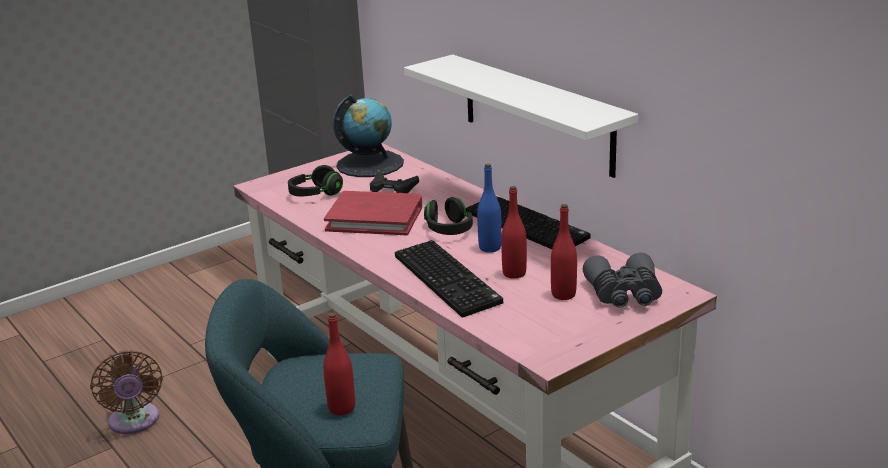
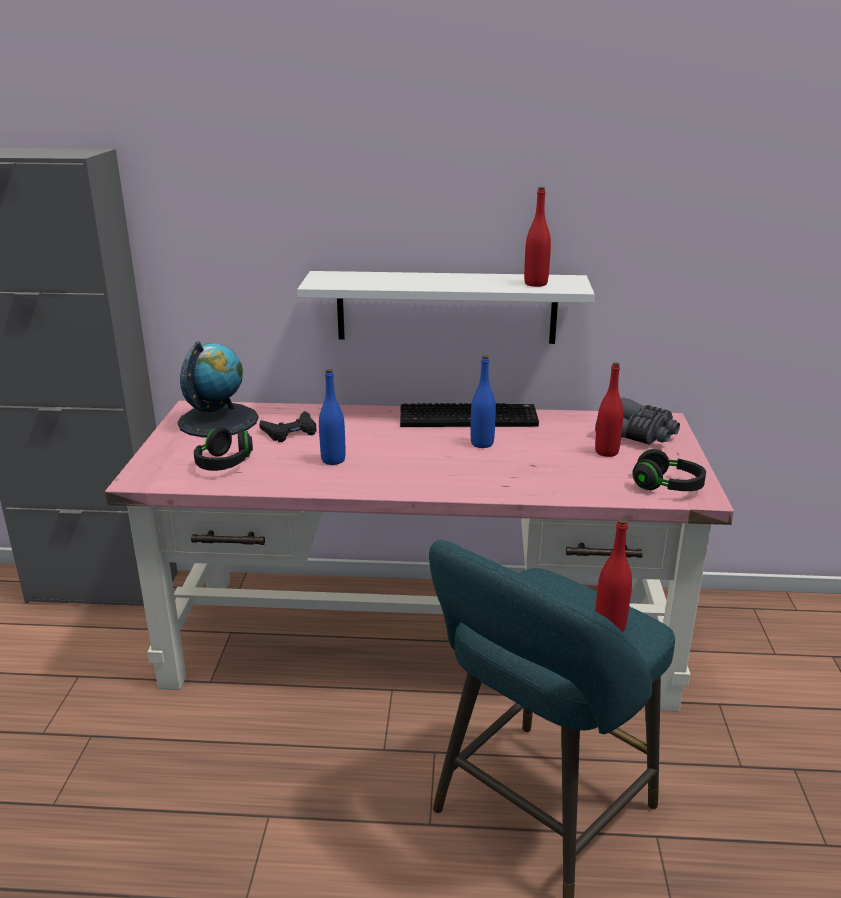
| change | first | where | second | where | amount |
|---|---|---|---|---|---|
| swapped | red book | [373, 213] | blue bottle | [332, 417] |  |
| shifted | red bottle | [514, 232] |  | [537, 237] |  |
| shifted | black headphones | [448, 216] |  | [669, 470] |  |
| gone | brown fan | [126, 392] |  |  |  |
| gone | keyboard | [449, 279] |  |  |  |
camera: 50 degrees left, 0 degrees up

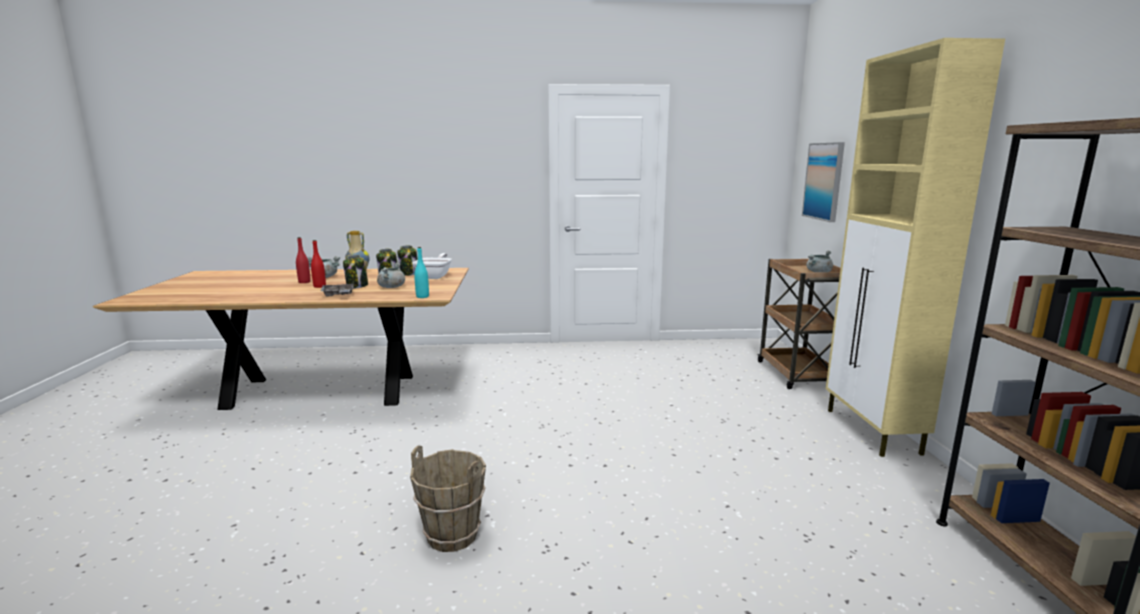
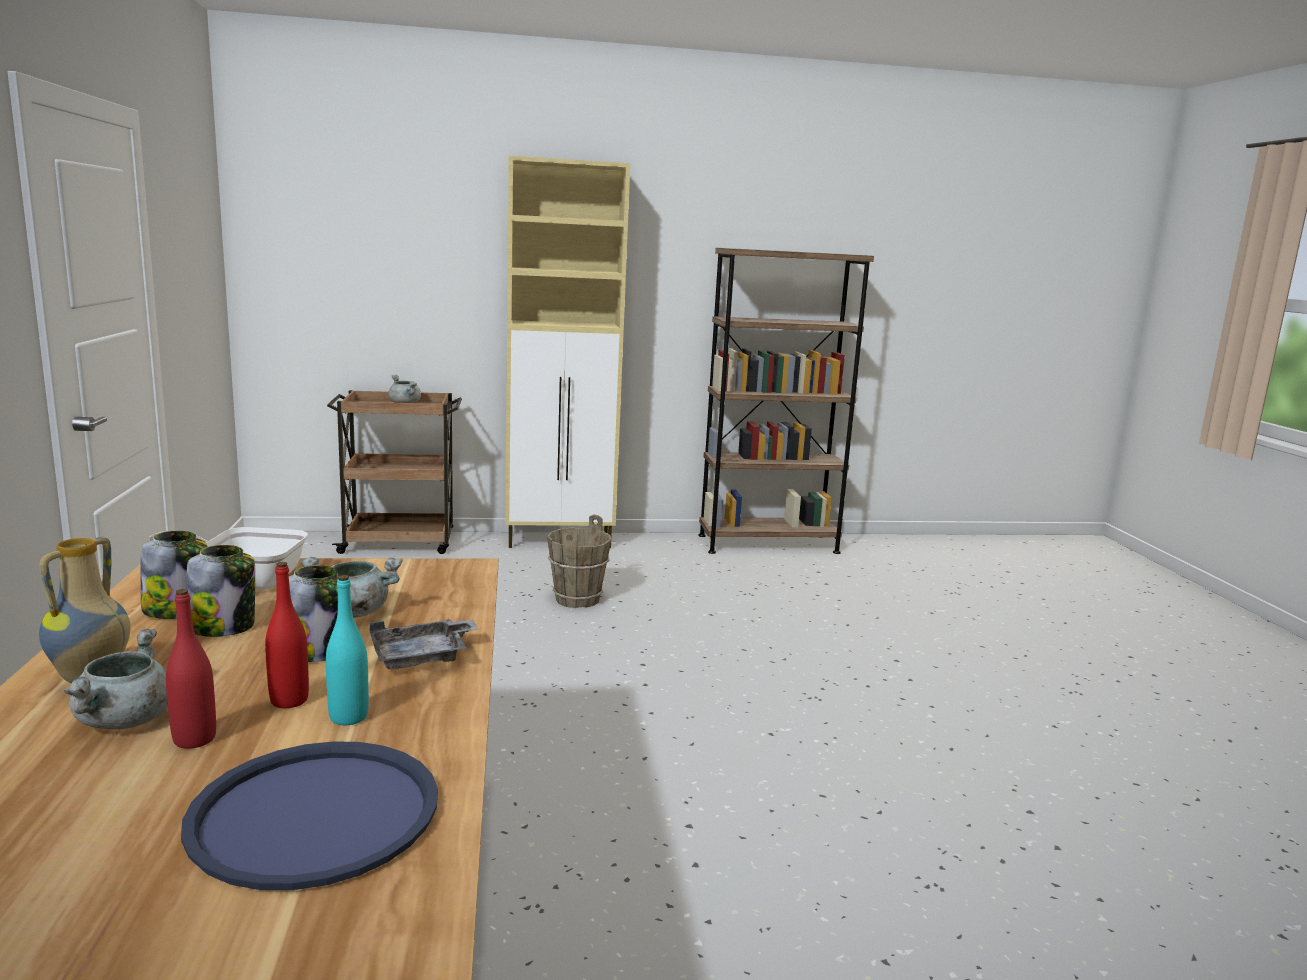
| change | first | where | second | where | amount |
|---|---|---|---|---|---|
| new |  |  | blue tray | [309, 815] |  |
| shifted | turquoise bottle | [421, 272] |  | [347, 650] |  |
| shifted | brown bucket | [448, 499] |  | [579, 561] |  |
| gone | picture | [823, 182] |  |  |  |
camera: 95 degrees left, 0 degrees up

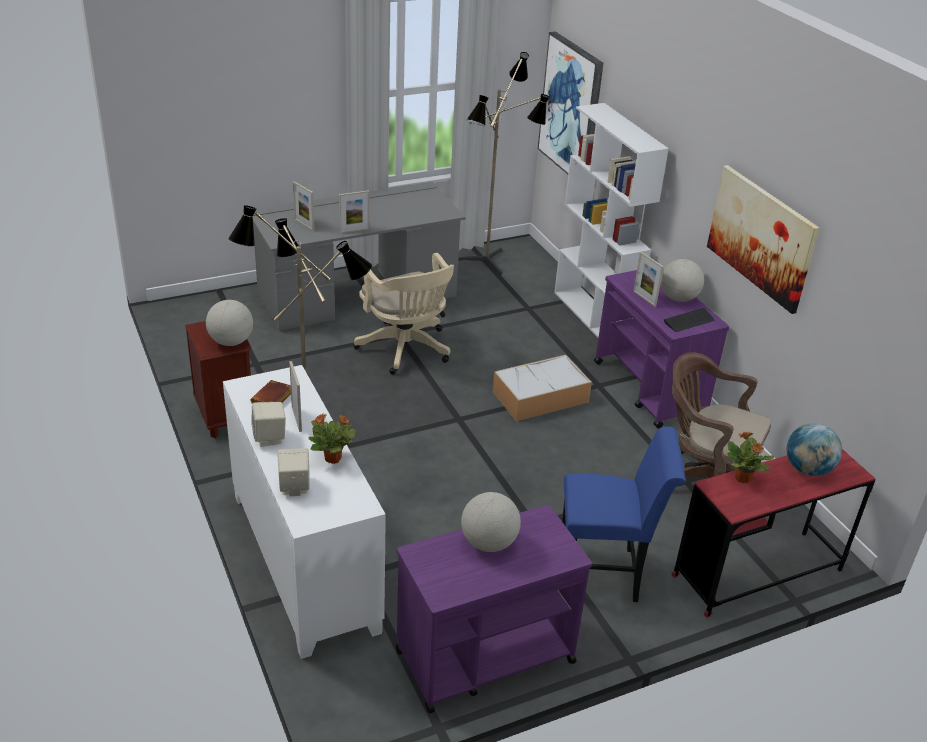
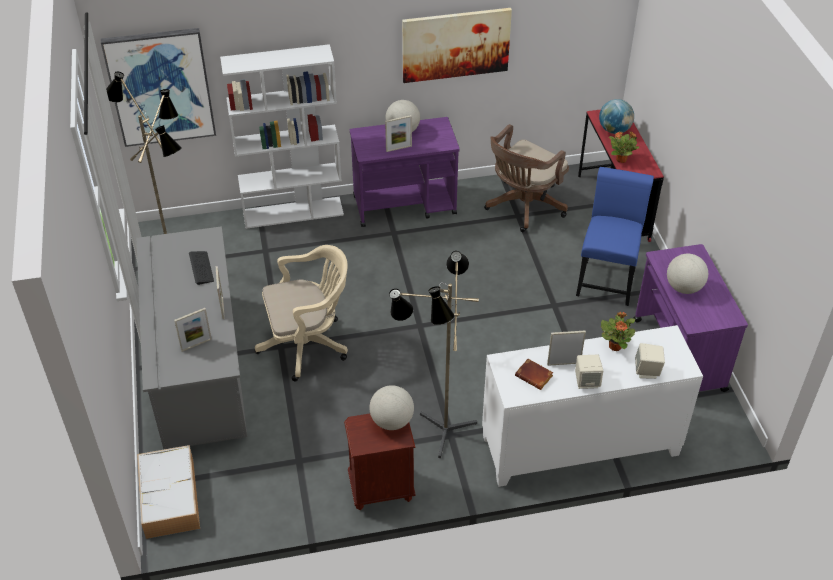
| change | first | where | second | where | amount |
|---|---|---|---|---|---|
| shifted | storage box | [542, 388] |  | [168, 492] |  |
| shifted | keyboard | [689, 320] |  | [201, 268] |  |
camera: 75 degrees left, 10 degrees up

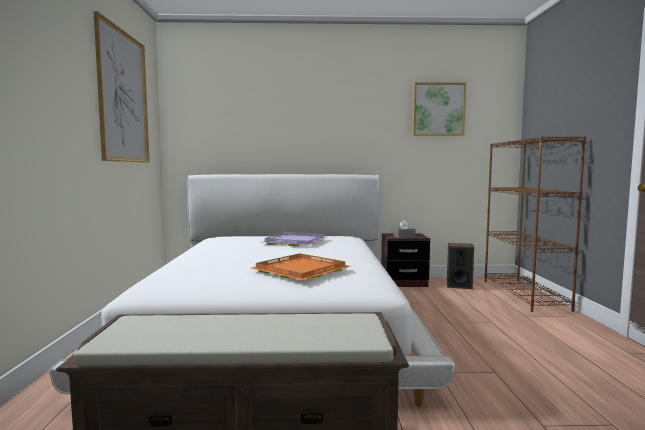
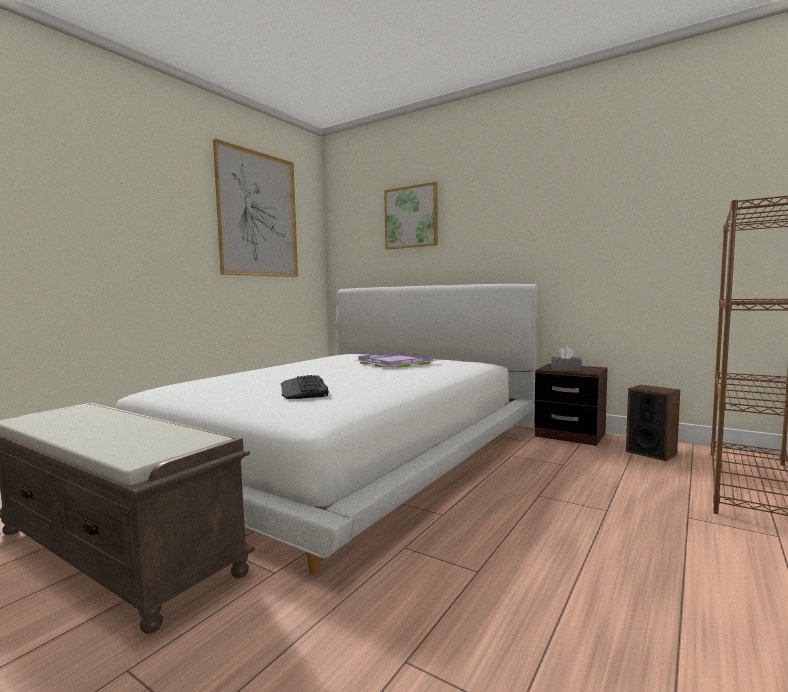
| change | first | where | second | where | amount |
|---|---|---|---|---|---|
| swapped | orange tray | [300, 266] | keyboard | [305, 387] |  |
| shifted | picture | [439, 109] |  | [411, 215] |  |
camera: 35 degrees right, 0 degrees up

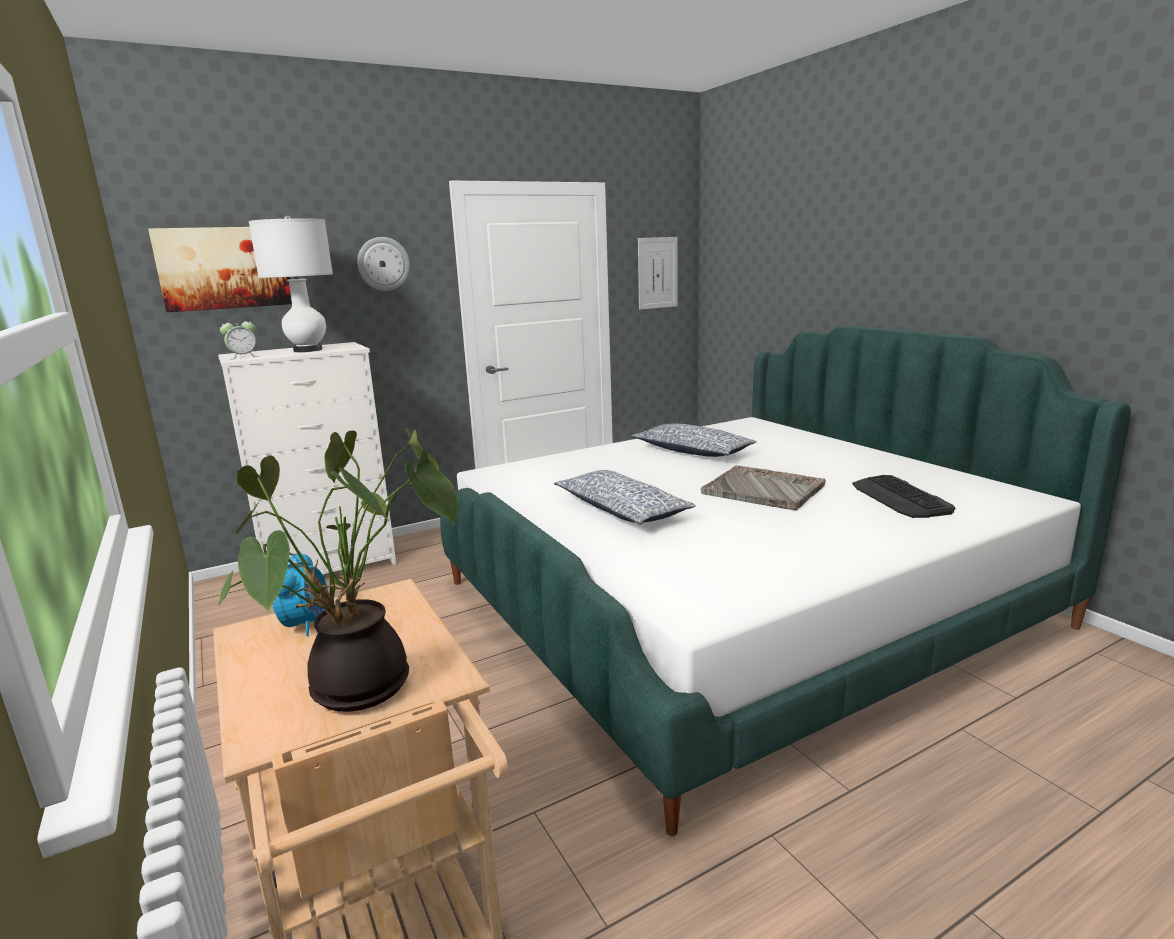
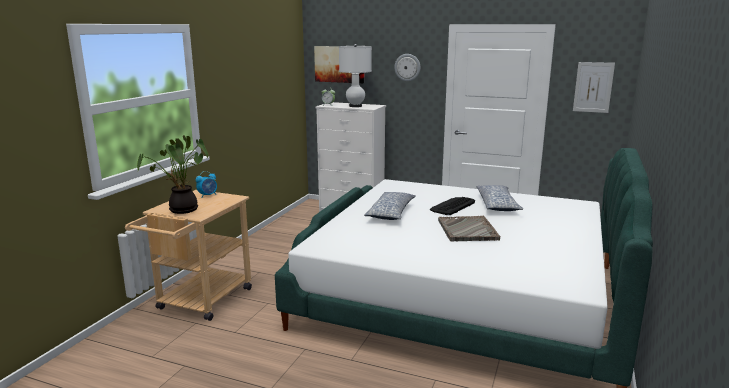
| change | first | where | second | where | amount |
|---|---|---|---|---|---|
| shifted | keyboard | [904, 496] |  | [452, 206] |  |
camera: 50 degrees right, 0 degrees up

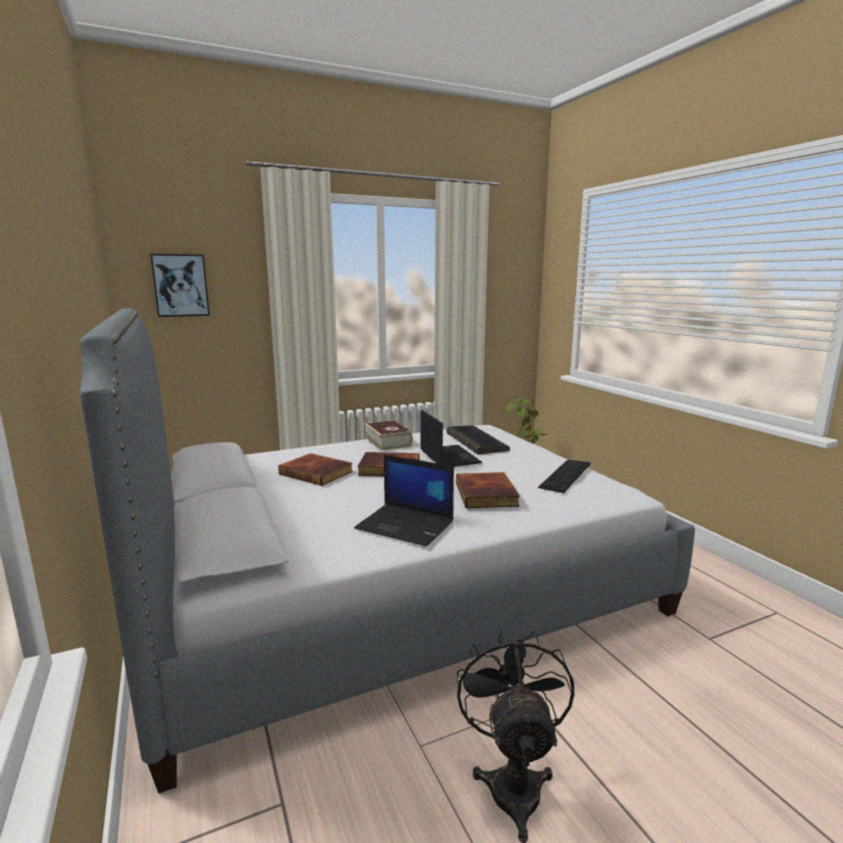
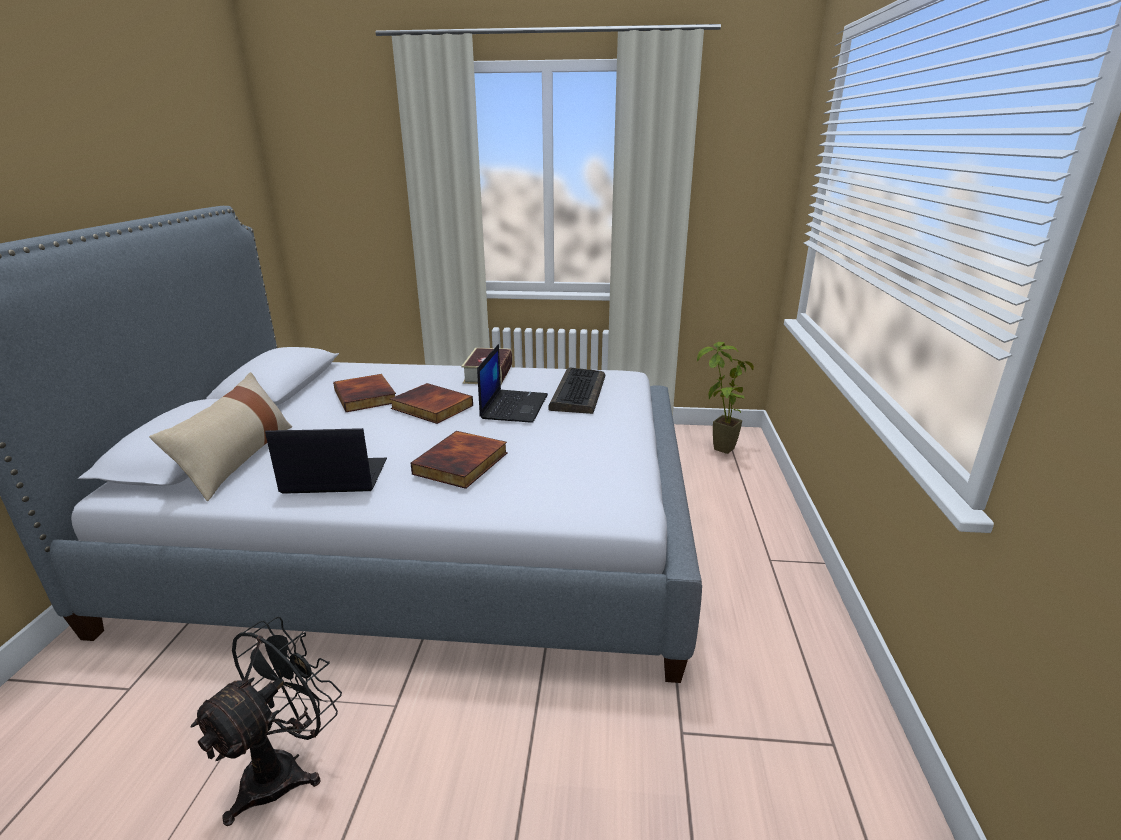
| change | first | where | second | where | amount |
|---|---|---|---|---|---|
| new |  |  | beige pillow | [220, 436] |  |
| rotated | laptop | [404, 500] |  | [326, 461] | 120 degrees clockwise |
| gone | picture | [180, 285] |  |  |  |
| gone | keyboard | [564, 476] |  |  |  |
camera: 30 degrees right, 10 degrees up

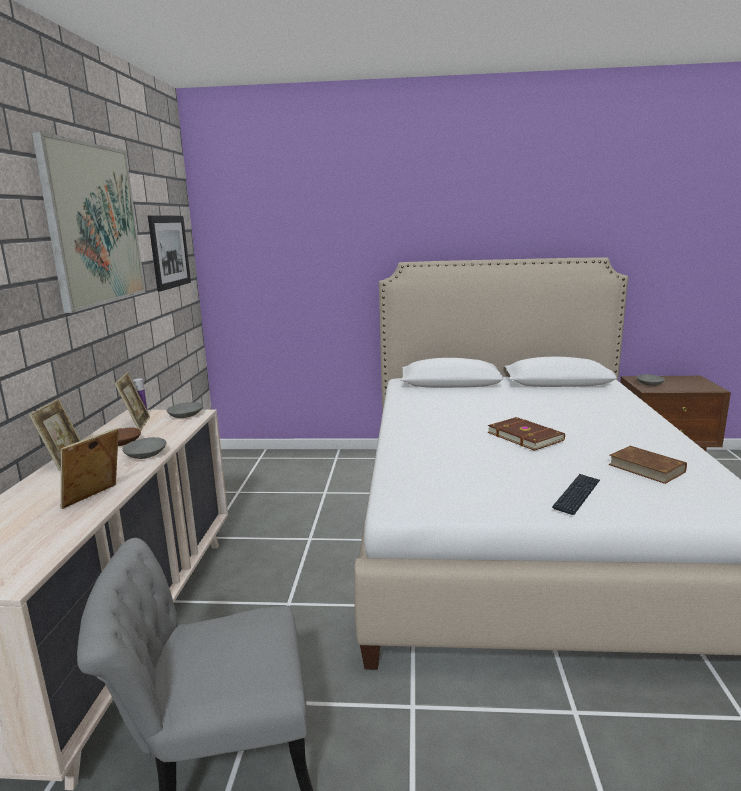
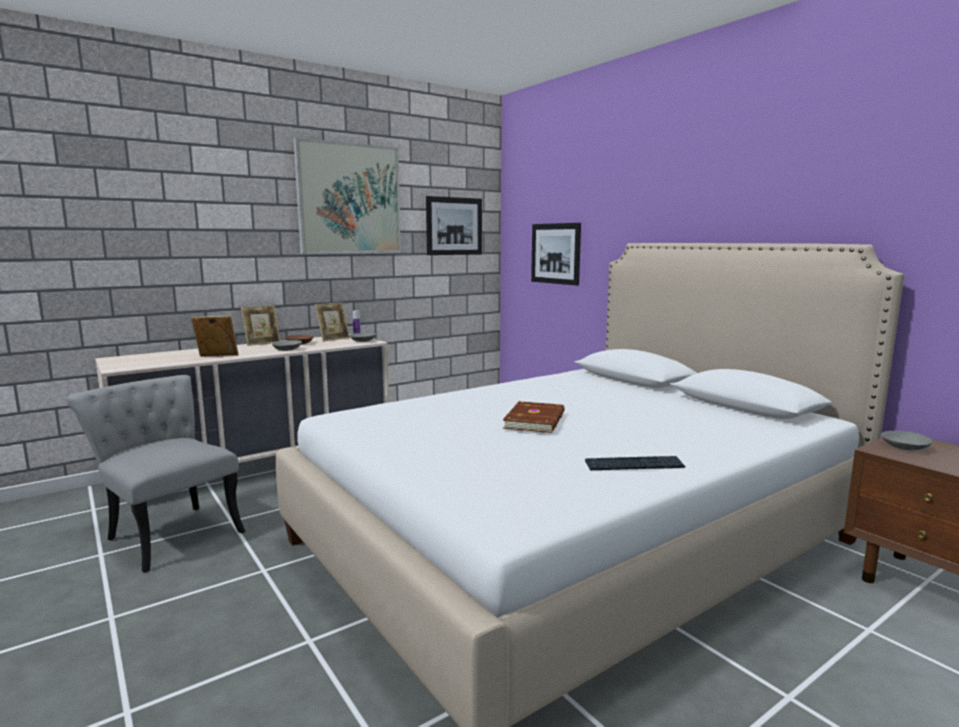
| change | first | where | second | where | amount |
|---|---|---|---|---|---|
| new |  |  | picture | [556, 254] |  |
| shifted | keyboard | [576, 494] |  | [635, 463] |  |
| gone | brown book | [648, 465] |  |  |  |
camera: 50 degrees right, 5 degrees down

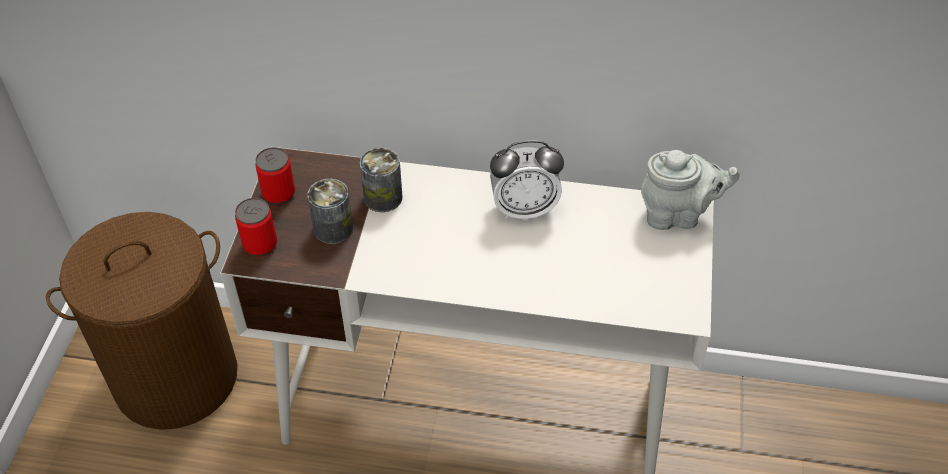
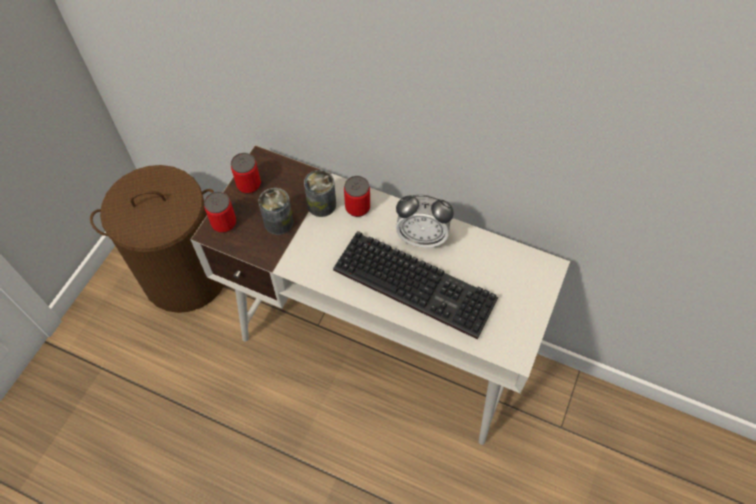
| change | first | where | second | where | amount |
|---|---|---|---|---|---|
| new |  |  | keyboard | [415, 285] |  |
| new |  |  | can | [357, 196] |  |
| gone | grey teapot | [690, 190] |  |  |  |
camera: 15 degrees right, 10 degrees up

